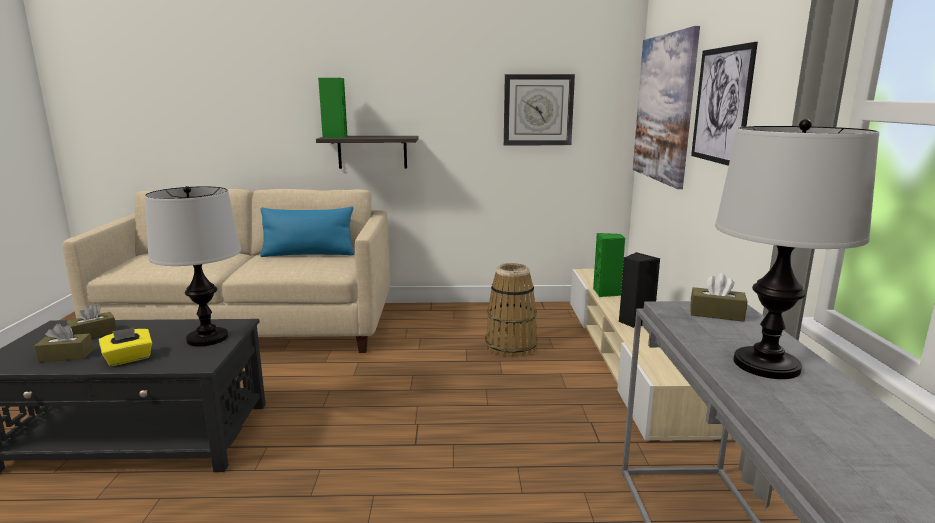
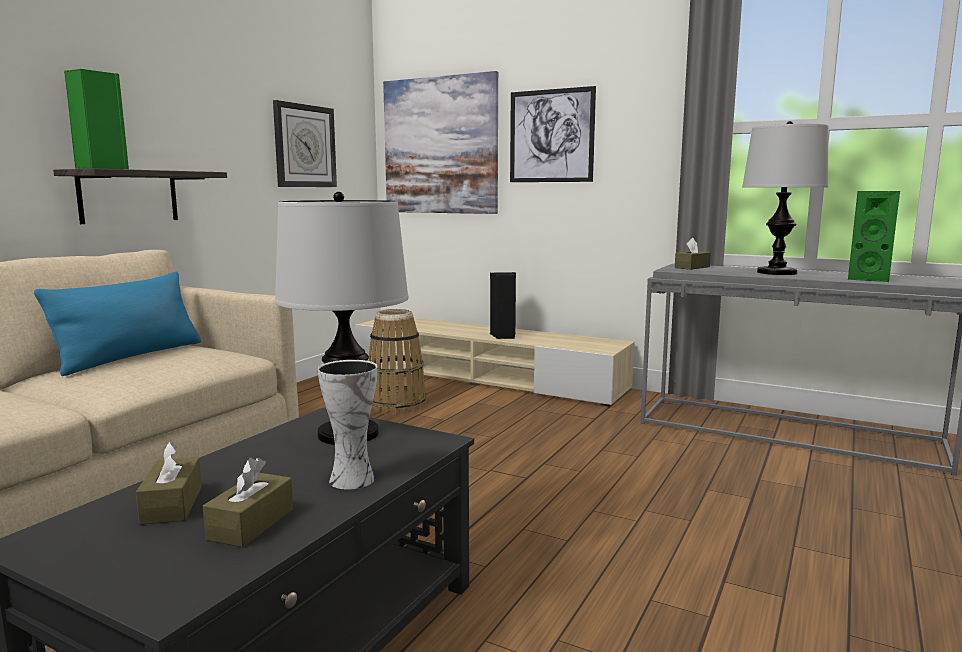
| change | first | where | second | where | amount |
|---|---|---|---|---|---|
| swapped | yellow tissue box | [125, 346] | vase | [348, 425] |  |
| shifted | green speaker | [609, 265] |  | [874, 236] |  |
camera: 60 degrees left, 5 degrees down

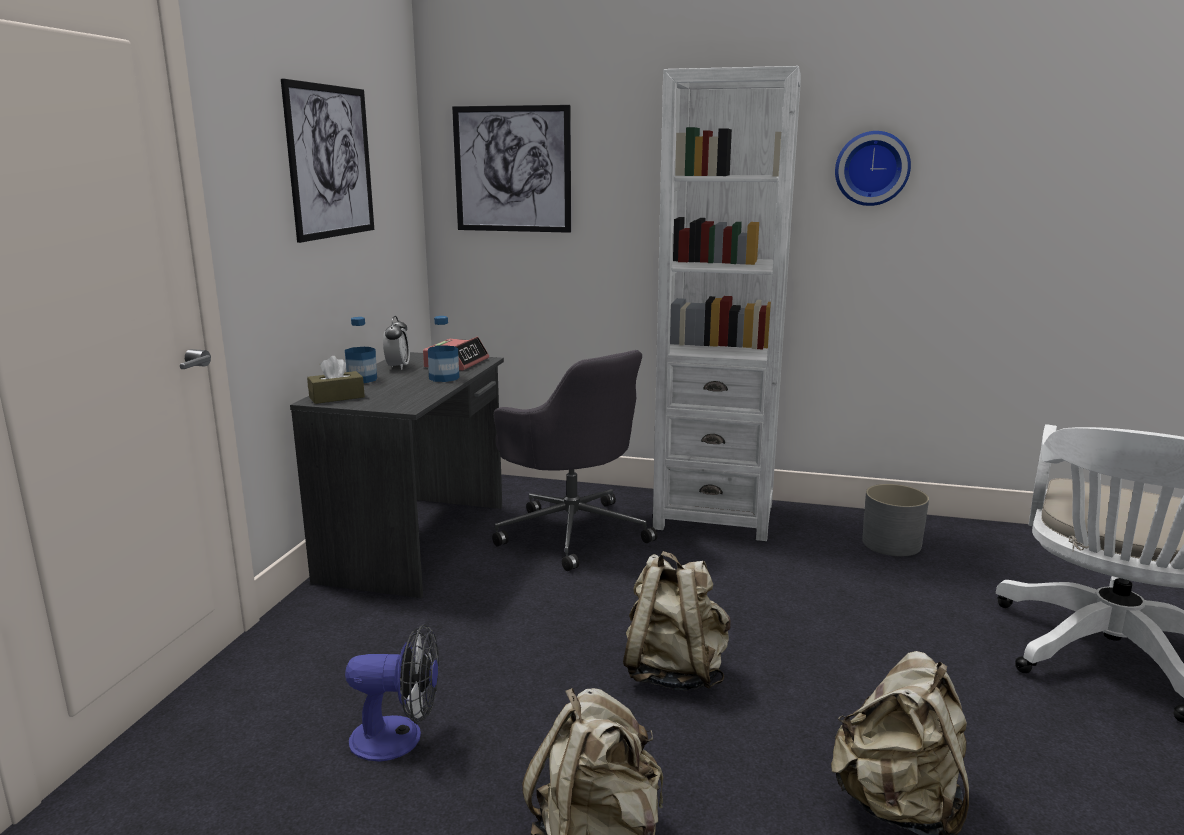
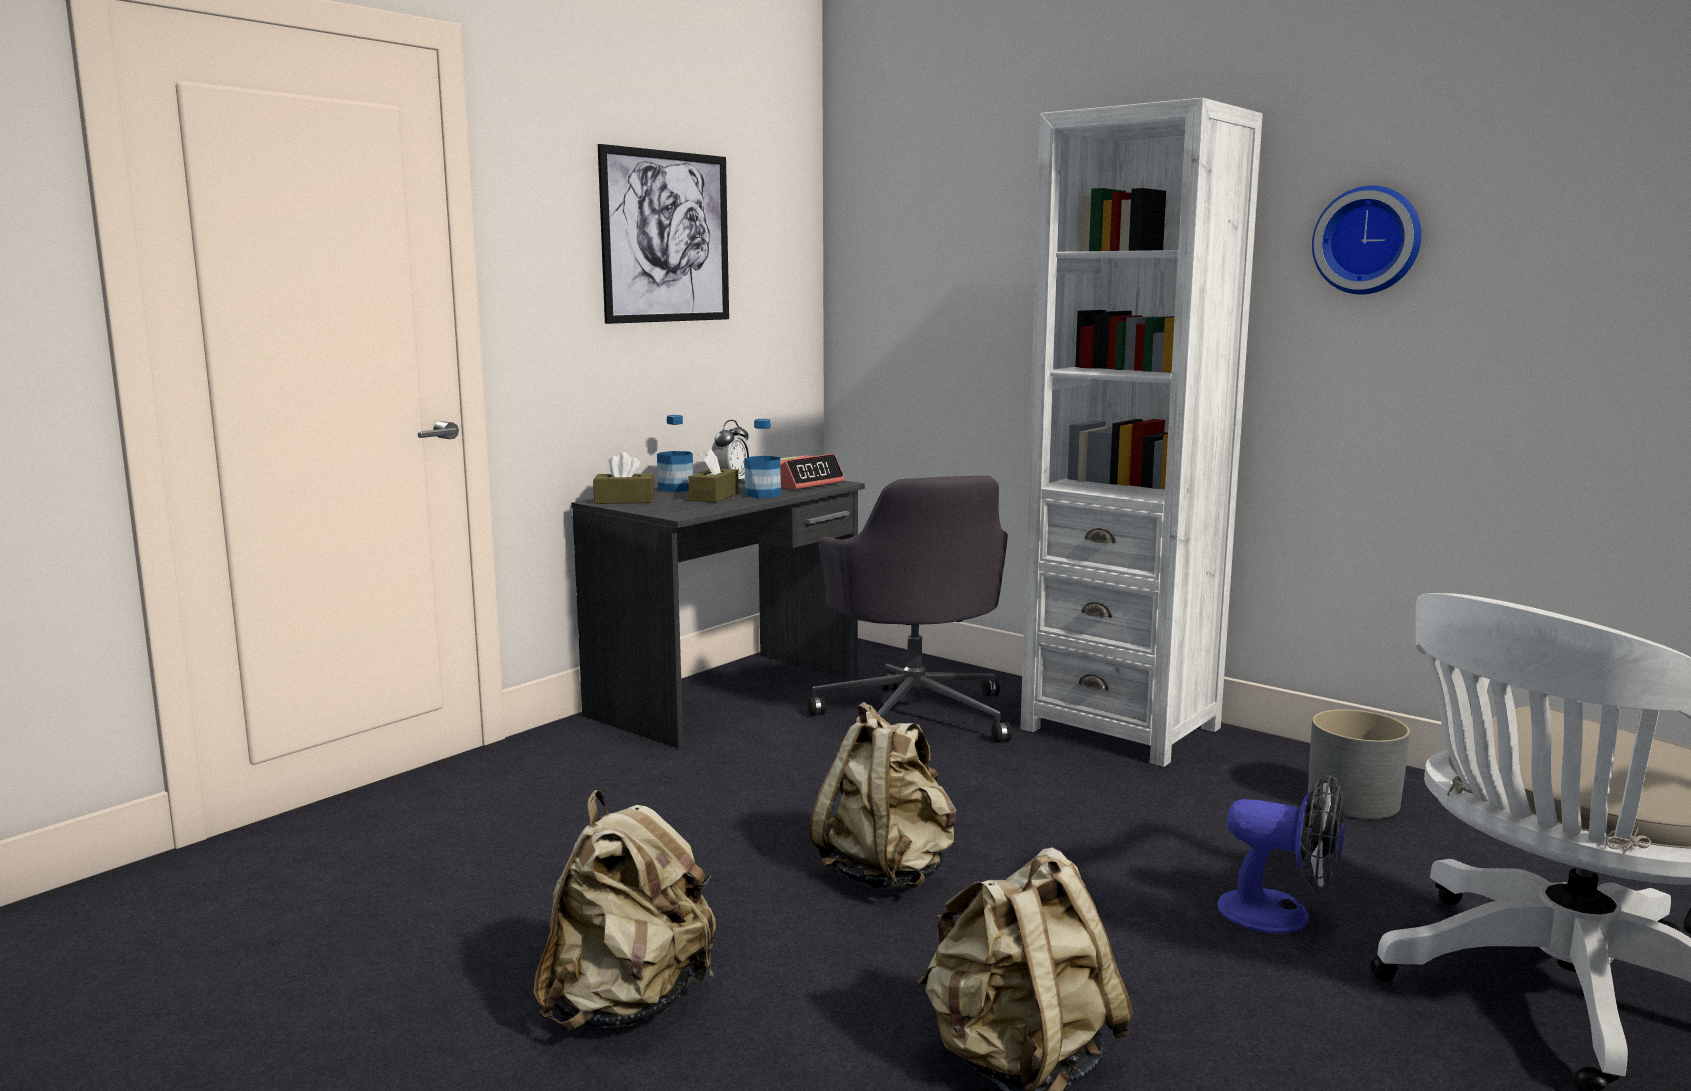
| change | first | where | second | where | amount |
|---|---|---|---|---|---|
| new |  |  | brown tissue box | [713, 475] |  |
| shifted | fan | [392, 693] |  | [1281, 854] |  |
| gone | picture | [511, 169] |  |  |  |
camera: 25 degrees right, 5 degrees down

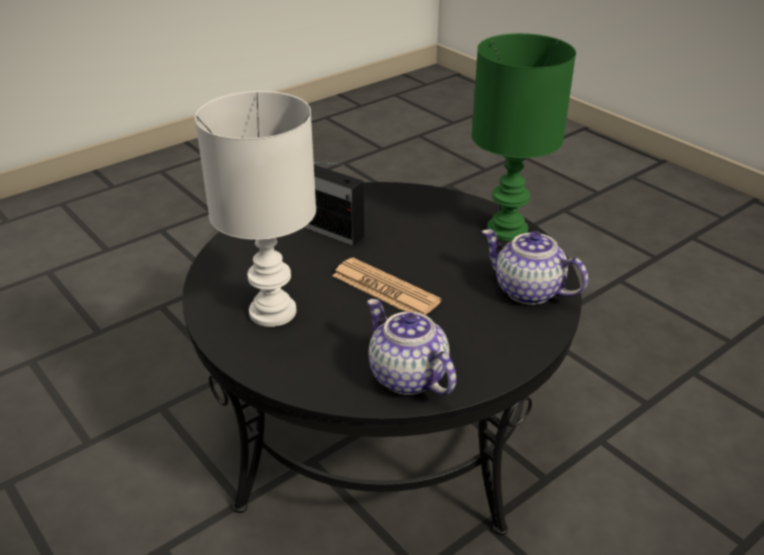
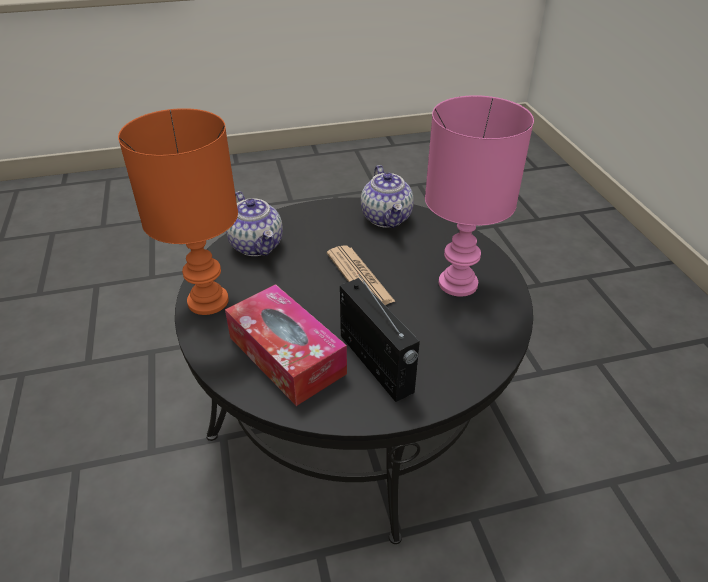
| change | first | where | second | where | amount |
|---|---|---|---|---|---|
| repainted | green table lamp | [523, 137] | orange table lamp | [178, 211] |  |
| new |  |  | tissue box | [286, 345] |  |
| repainted | white table lamp | [255, 209] | pink table lamp | [479, 196] |  |
camera: 155 degrees left, 5 degrees up

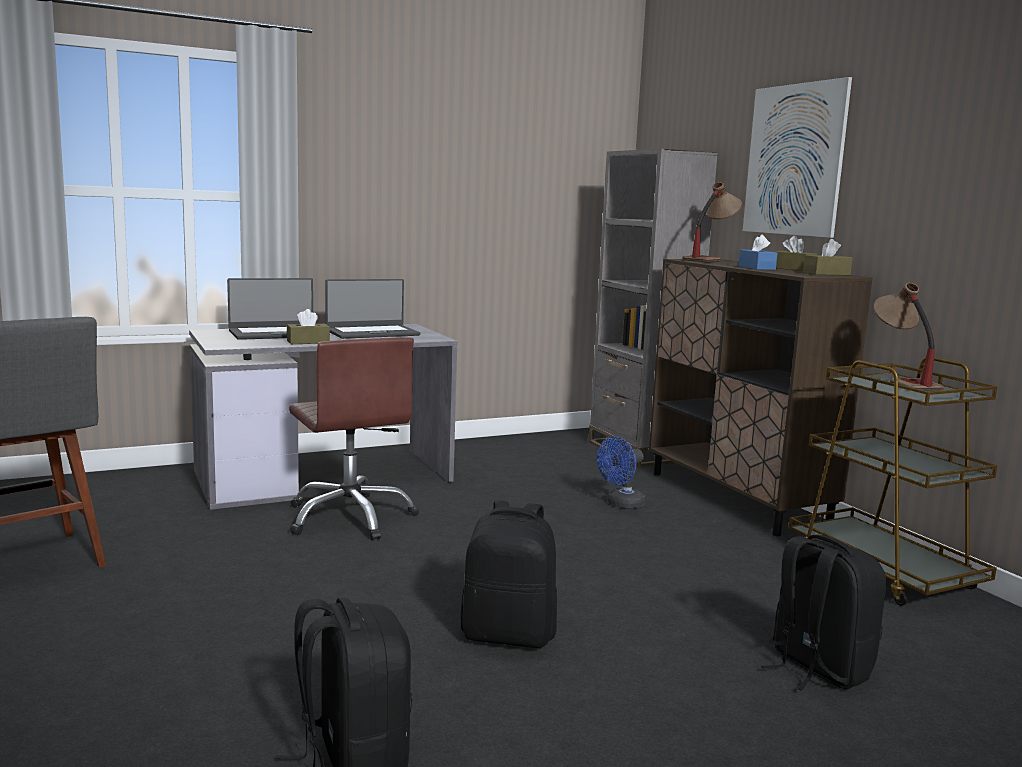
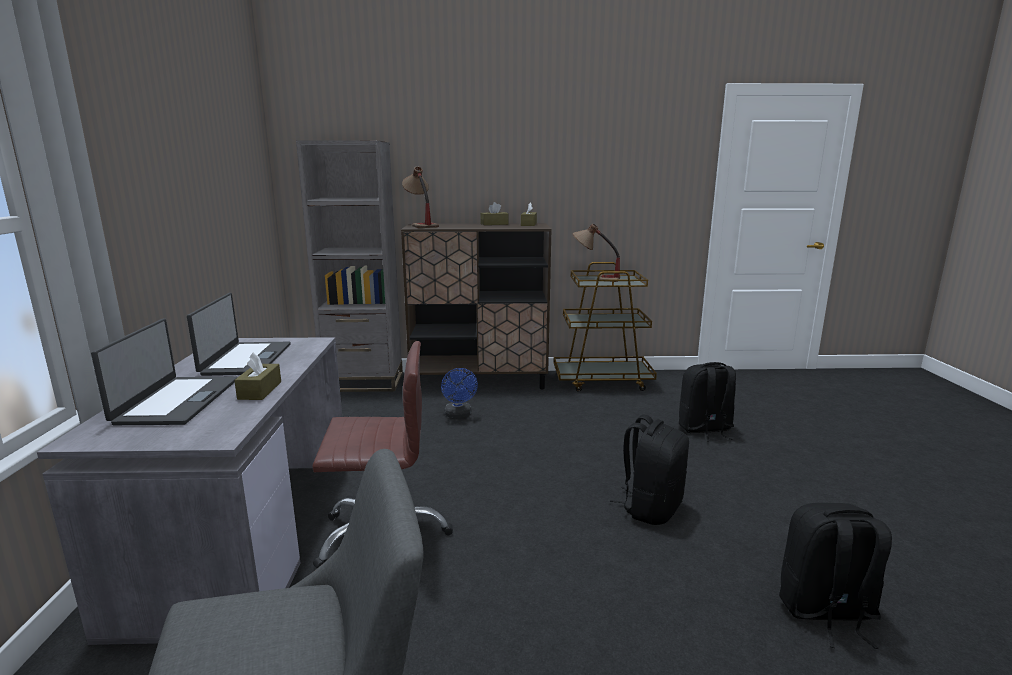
| change | first | where | second | where | amount |
|---|---|---|---|---|---|
| gone | blue tissue box | [758, 252] |  |  |  |
| gone | picture | [797, 157] |  |  |  |
camera: 65 degrees left, 5 degrees up

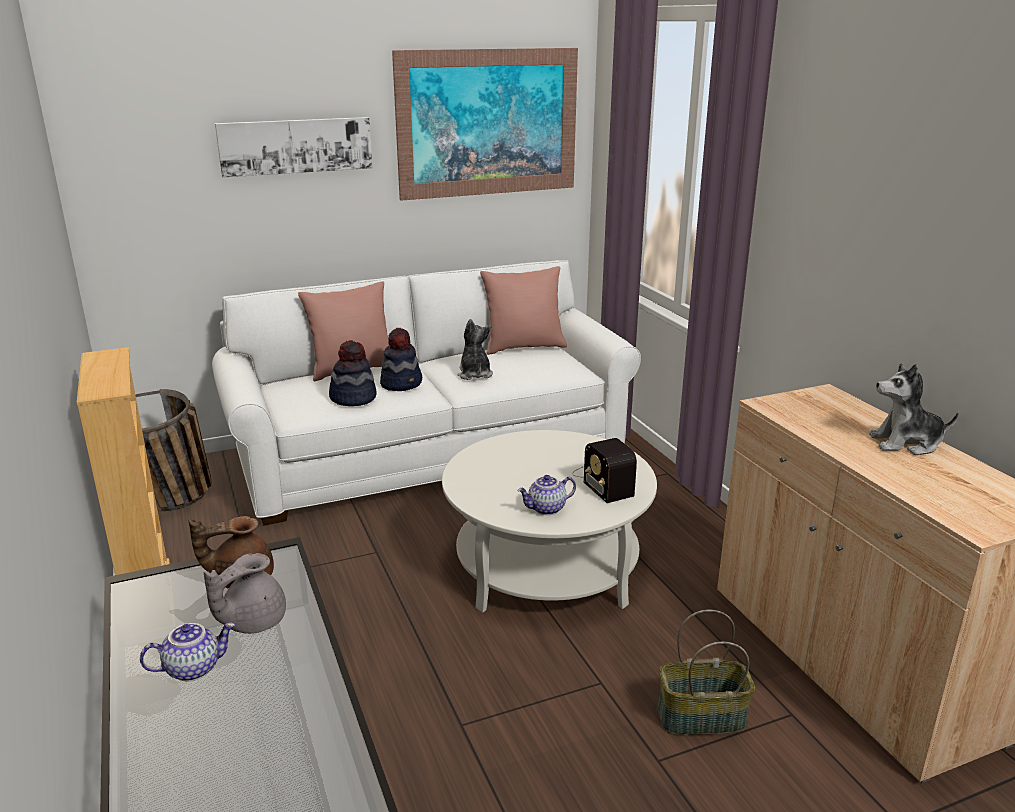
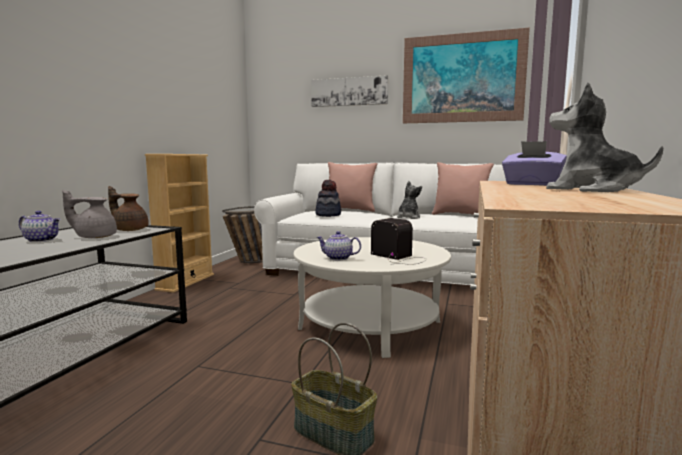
| change | first | where | second | where | amount |
|---|---|---|---|---|---|
| rotated | radio | [604, 470] |  | [399, 241] | 120 degrees clockwise |
| new |  |  | purple tissue box | [534, 163] |  |
| gone | hat | [401, 359] |  |  |  |
camera: 40 degrees right, 15 degrees down

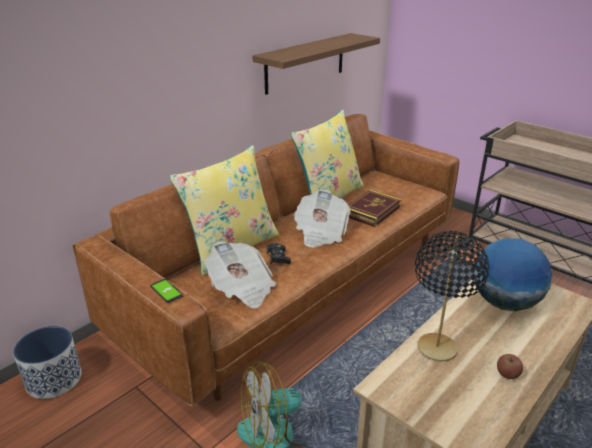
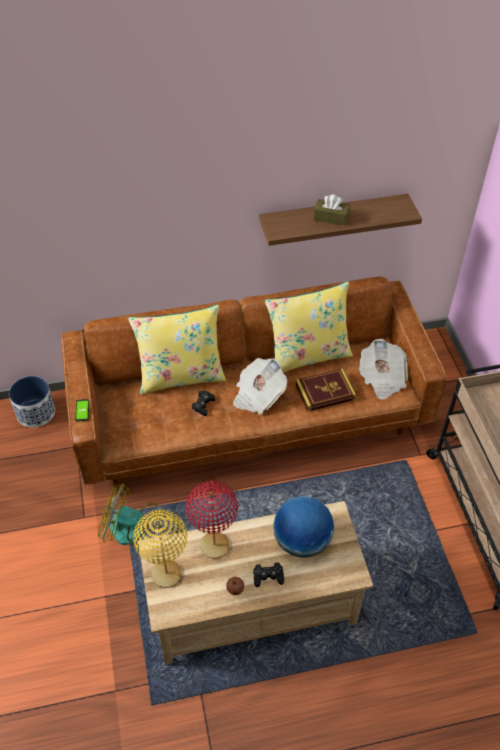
| change | first | where | second | where | amount |
|---|---|---|---|---|---|
| new |  |  | yellow table lamp | [160, 548] |  |
| repainted | black table lamp | [452, 296] | red table lamp | [212, 520] |  |
| new |  |  | black game controller | [268, 574] |  |
| new |  |  | brown tissue box | [332, 210] |  |
| shifted | newspaper | [240, 275] |  | [383, 369] |  |
camera: 35 degrees right, 20 degrees up

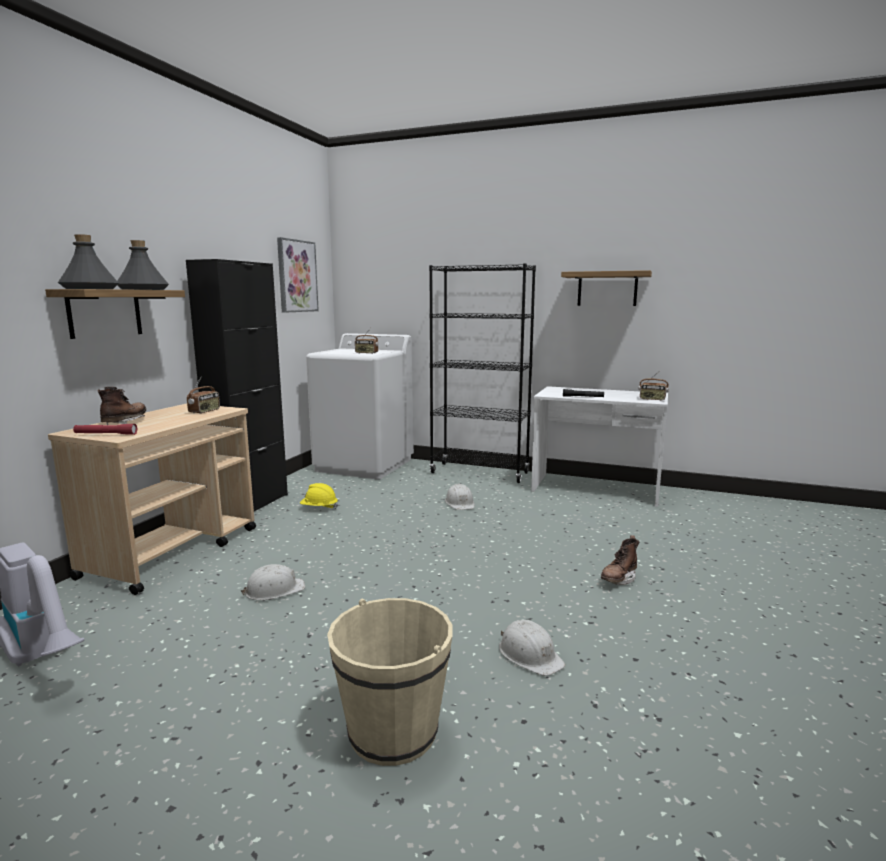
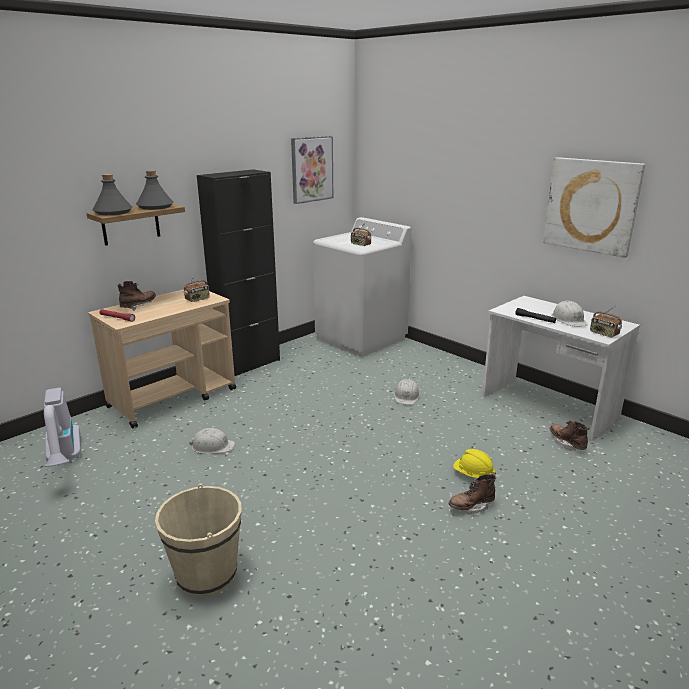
| change | first | where | second | where | amount |
|---|---|---|---|---|---|
| shifted | yellow hard hat | [319, 496] |  | [474, 463] |  |
| swapped | shelf | [606, 288] | picture | [594, 207] |  |
| new |  |  | brown boot | [569, 436] |  |
| shifted | white hard hat | [532, 648] |  | [569, 314] |  |
| gone | black bookcase | [482, 373] |  |  |  |
camera: 25 degrees right, 10 degrees up

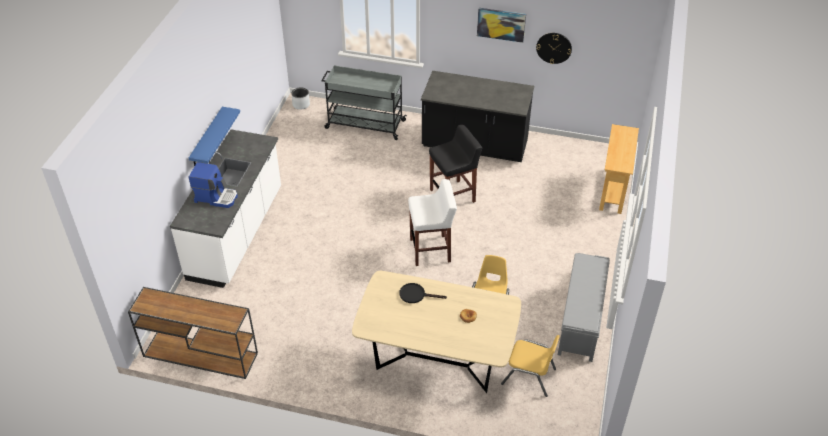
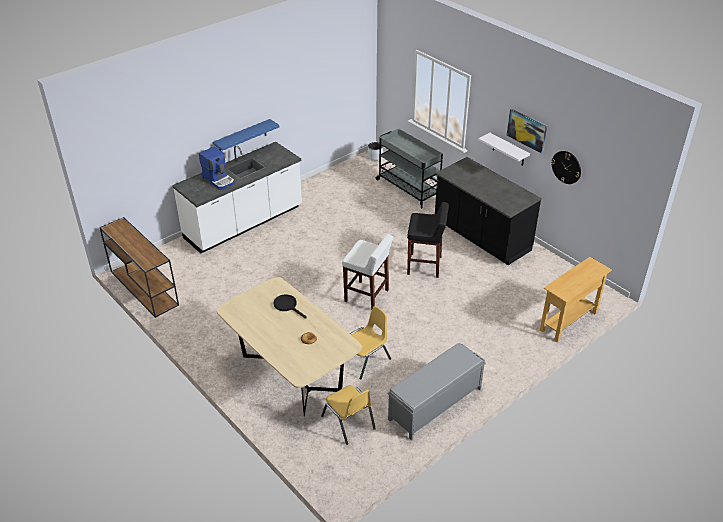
| change | first | where | second | where | amount |
|---|---|---|---|---|---|
| new |  |  | white shelf | [504, 149] |  |
camera: 35 degrees right, 5 degrees down

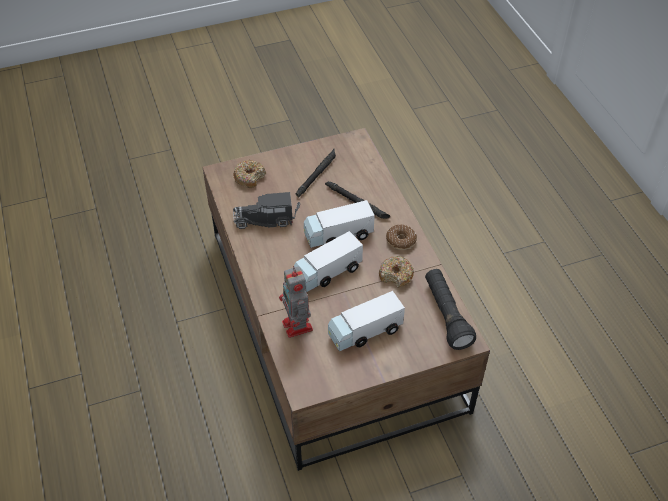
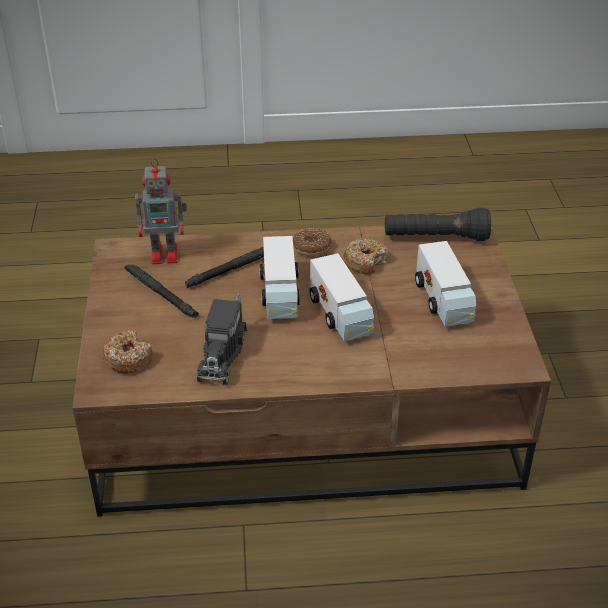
| change | first | where | second | where | amount |
|---|---|---|---|---|---|
| shifted | toy robot | [296, 302] |  | [161, 211] |  |
camera: 75 degrees left, 10 degrees down

